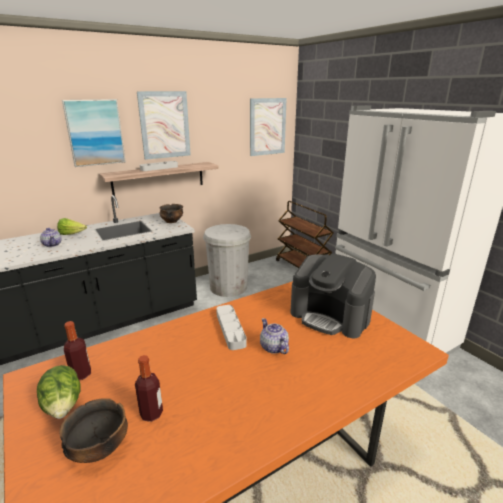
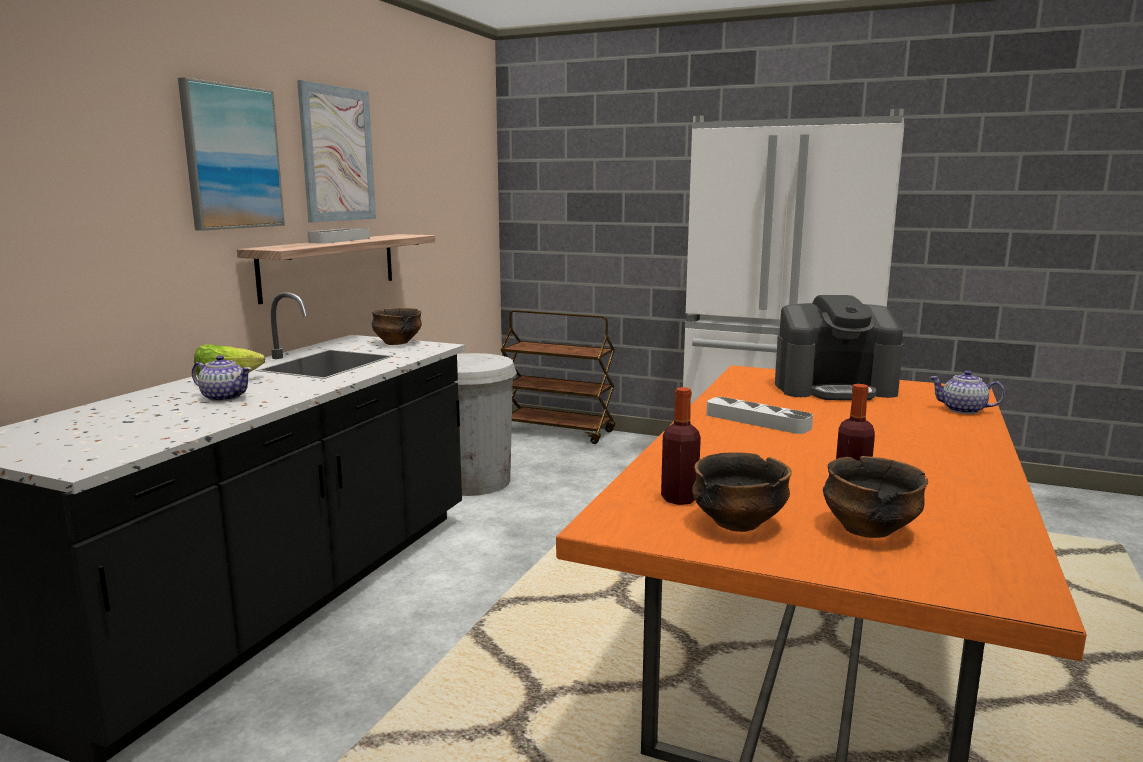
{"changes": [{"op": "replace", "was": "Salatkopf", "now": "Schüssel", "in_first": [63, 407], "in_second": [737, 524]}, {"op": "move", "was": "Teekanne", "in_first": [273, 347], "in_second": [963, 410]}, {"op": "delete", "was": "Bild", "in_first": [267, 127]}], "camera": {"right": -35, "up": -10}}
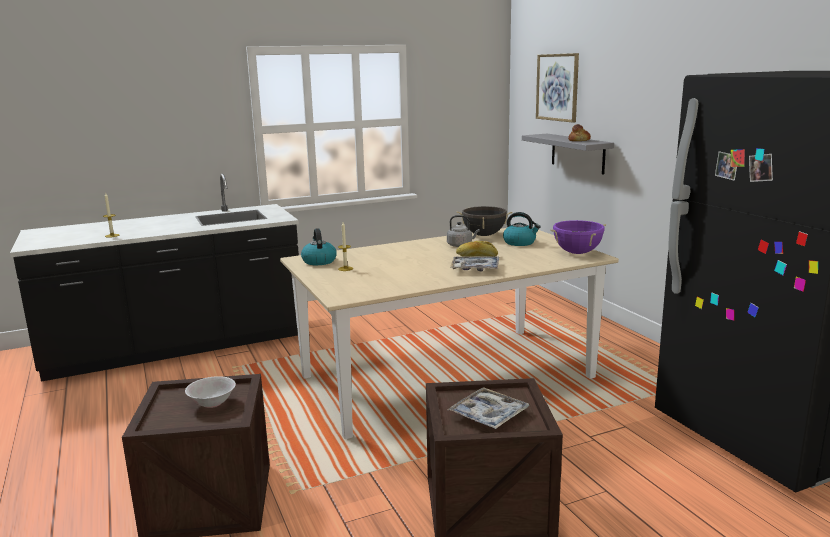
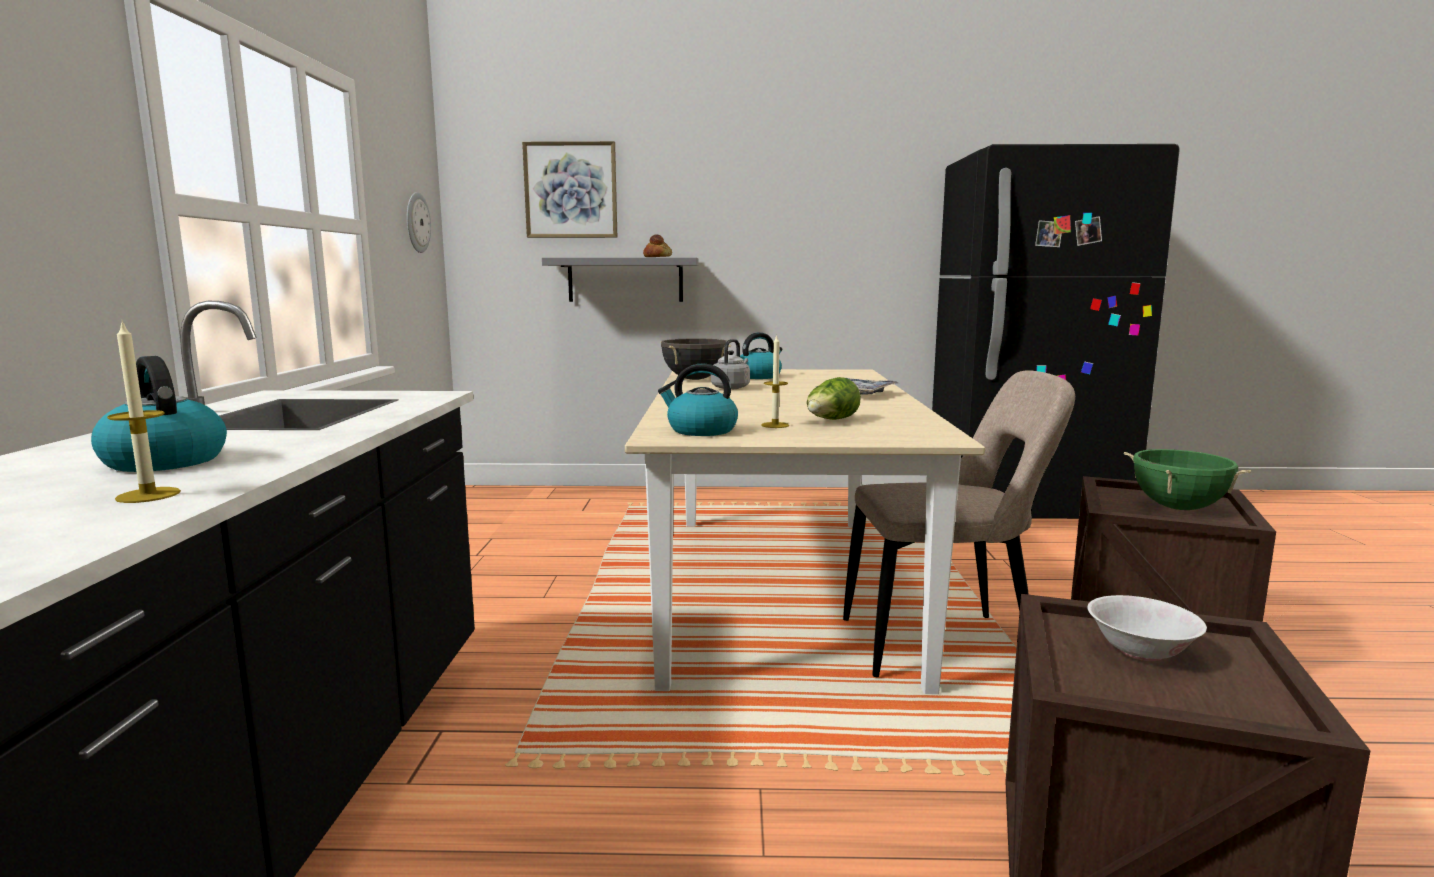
{"changes": [{"op": "insert", "now": "Wasserkessel", "in_second": [163, 461]}, {"op": "insert", "now": "Wanduhr", "in_second": [416, 222]}, {"op": "insert", "now": "Salatkopf", "in_second": [831, 421]}, {"op": "insert", "now": "Stuhl (beige)", "in_second": [945, 645]}, {"op": "replace", "was": "Tablett", "now": "Kochtopf (grün)", "in_first": [488, 415], "in_second": [1178, 508]}, {"op": "delete", "was": "Brot", "in_first": [476, 256]}, {"op": "delete", "was": "Kochtopf (lila)", "in_first": [577, 253]}], "camera": {"right": -65, "up": -5}}
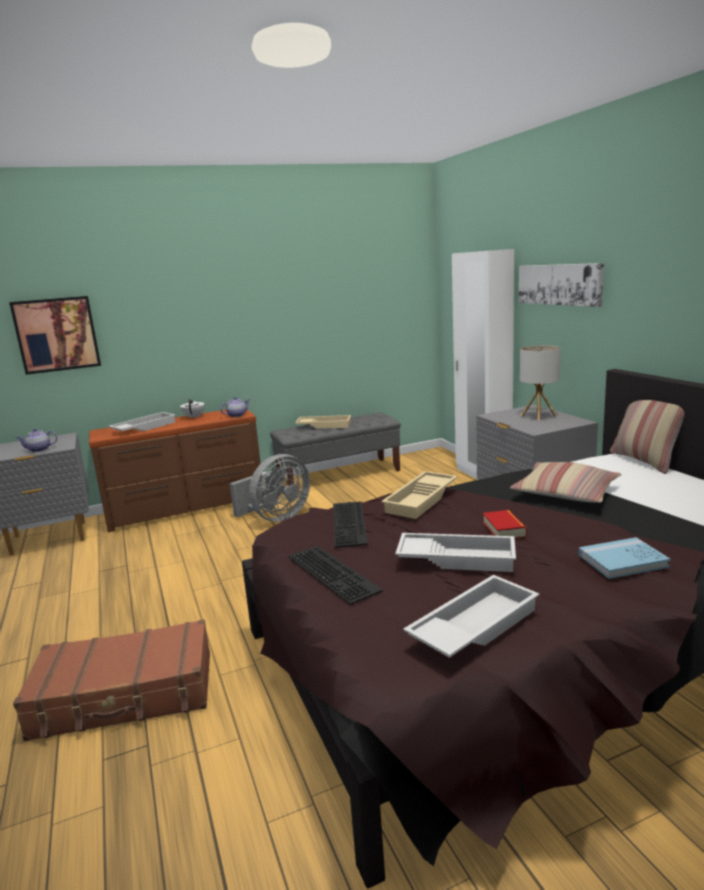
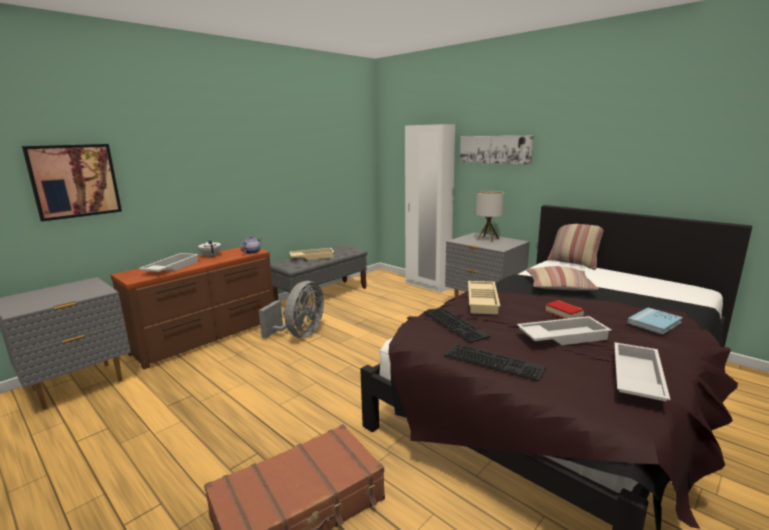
{"changes": [{"op": "delete", "was": "Teekanne", "in_first": [39, 449]}], "camera": {"right": -25, "up": 0}}
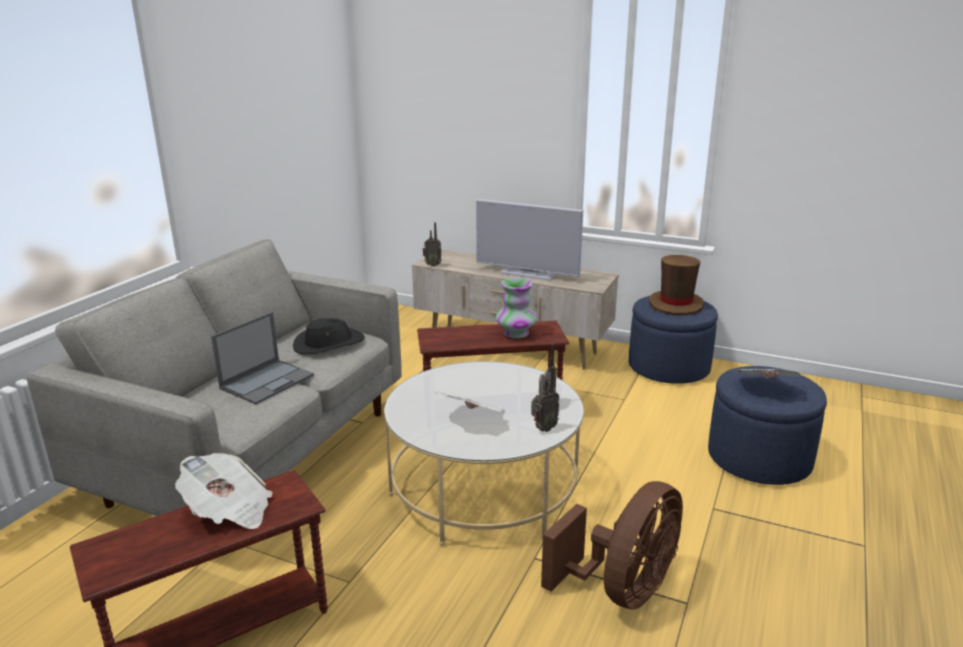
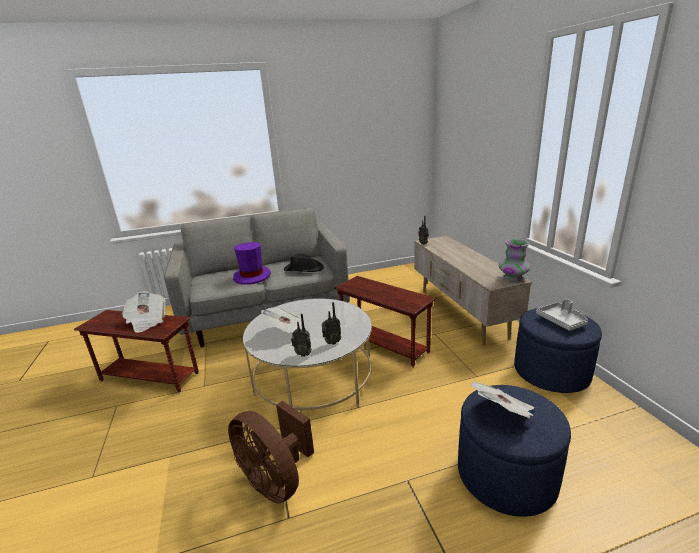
{"changes": [{"op": "rotate", "was": "Ventilator (braun)", "in_first": [622, 589], "in_second": [276, 479], "clockwise": 45}, {"op": "replace", "was": "Laptop", "now": "Hut (lila)", "in_first": [268, 381], "in_second": [252, 276]}, {"op": "move", "was": "Vase", "in_first": [516, 333], "in_second": [513, 278]}, {"op": "replace", "was": "Hut (braun)", "now": "Tablett (grau)", "in_first": [676, 304], "in_second": [562, 321]}, {"op": "delete", "was": "Fernseher", "in_first": [528, 273]}], "camera": {"right": 50, "up": 0}}
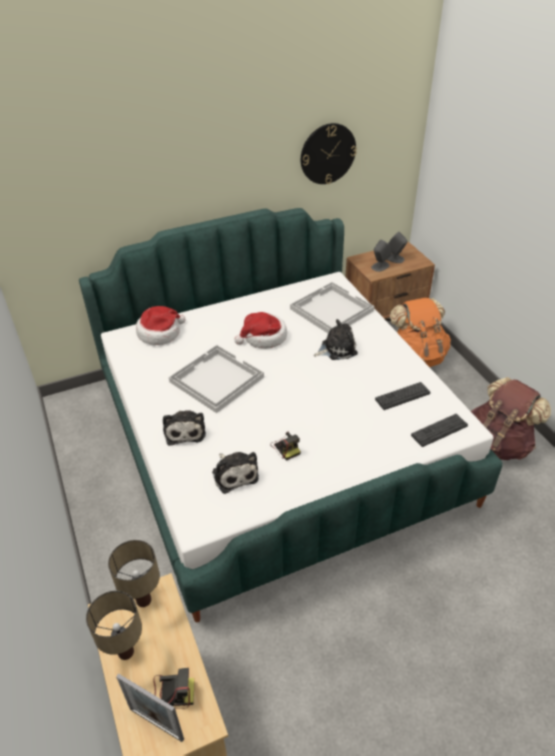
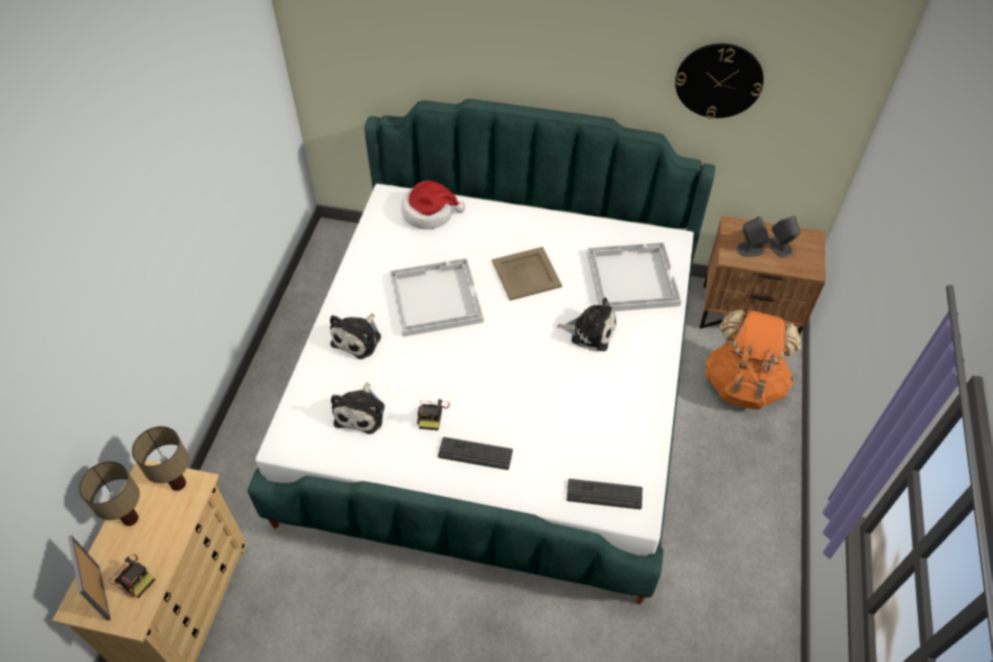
{"changes": [{"op": "move", "was": "Tastatur", "in_first": [402, 396], "in_second": [475, 453]}, {"op": "replace", "was": "Hut", "now": "Tablett (beige)", "in_first": [263, 337], "in_second": [526, 274]}, {"op": "delete", "was": "Rucksack (braun)", "in_first": [498, 443]}], "camera": {"right": 35, "up": 10}}
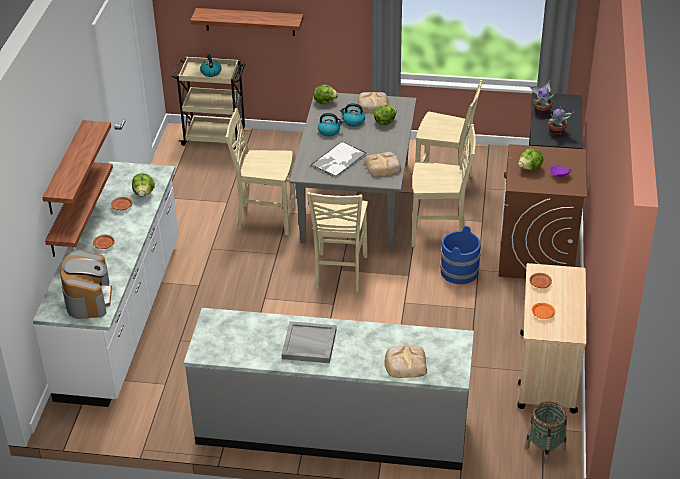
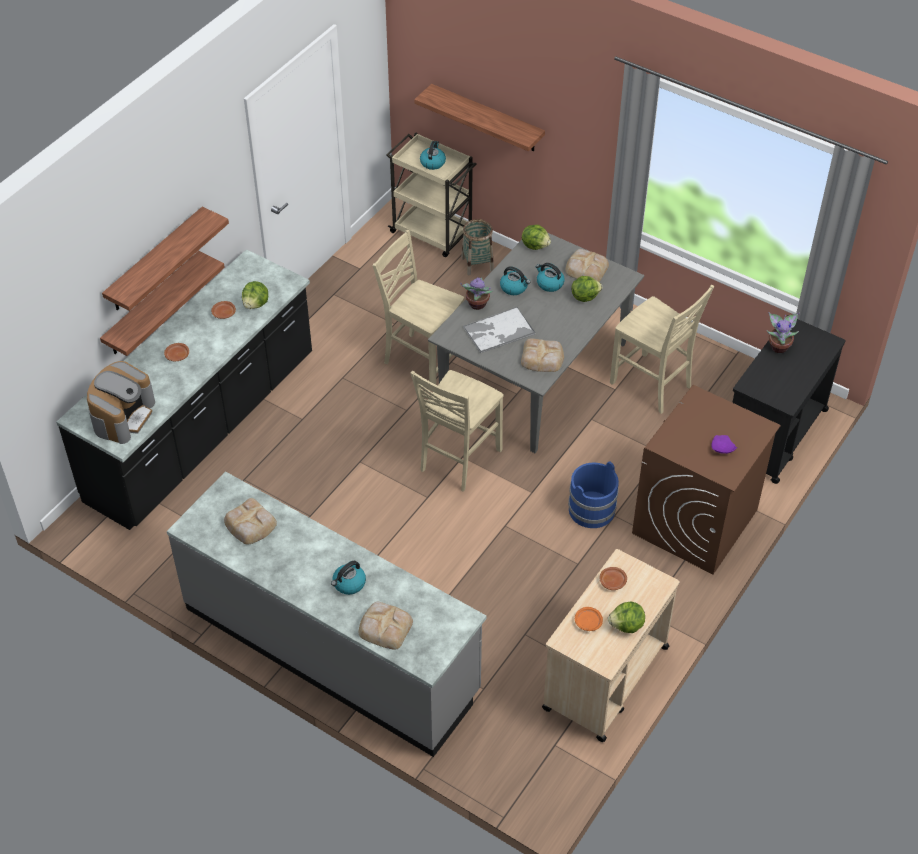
{"changes": [{"op": "recolor", "was": "Küchenzeile (weiß)", "now": "Küchenzeile (schwarz)", "in_first": [122, 318], "in_second": [203, 429]}, {"op": "insert", "now": "Brot", "in_second": [250, 524]}, {"op": "insert", "now": "Wasserkessel", "in_second": [349, 584]}, {"op": "move", "was": "Topfpflanze", "in_first": [556, 133], "in_second": [477, 305]}, {"op": "move", "was": "Korb", "in_first": [545, 448], "in_second": [477, 264]}, {"op": "move", "was": "Salatkopf", "in_first": [530, 168], "in_second": [626, 626]}, {"op": "delete", "was": "Tablett (grau)", "in_first": [308, 344]}, {"op": "delete", "was": "Stuhl (beige)", "in_first": [440, 233]}], "camera": {"right": 25, "up": 10}}
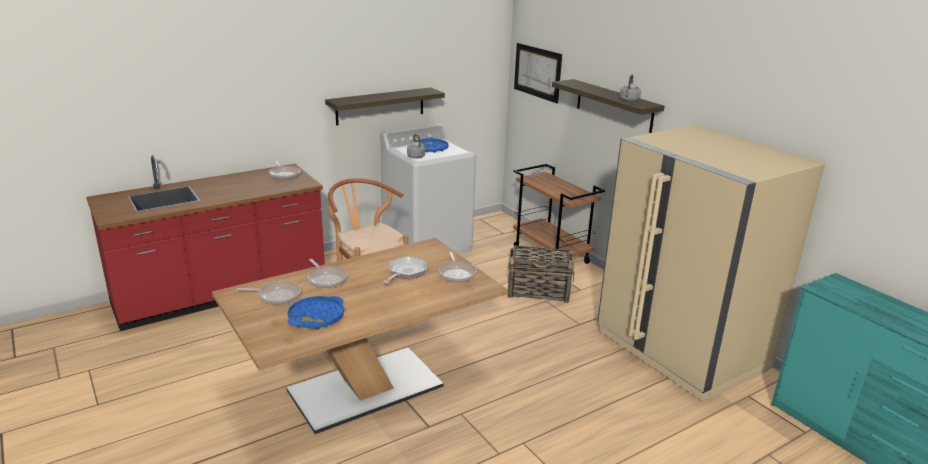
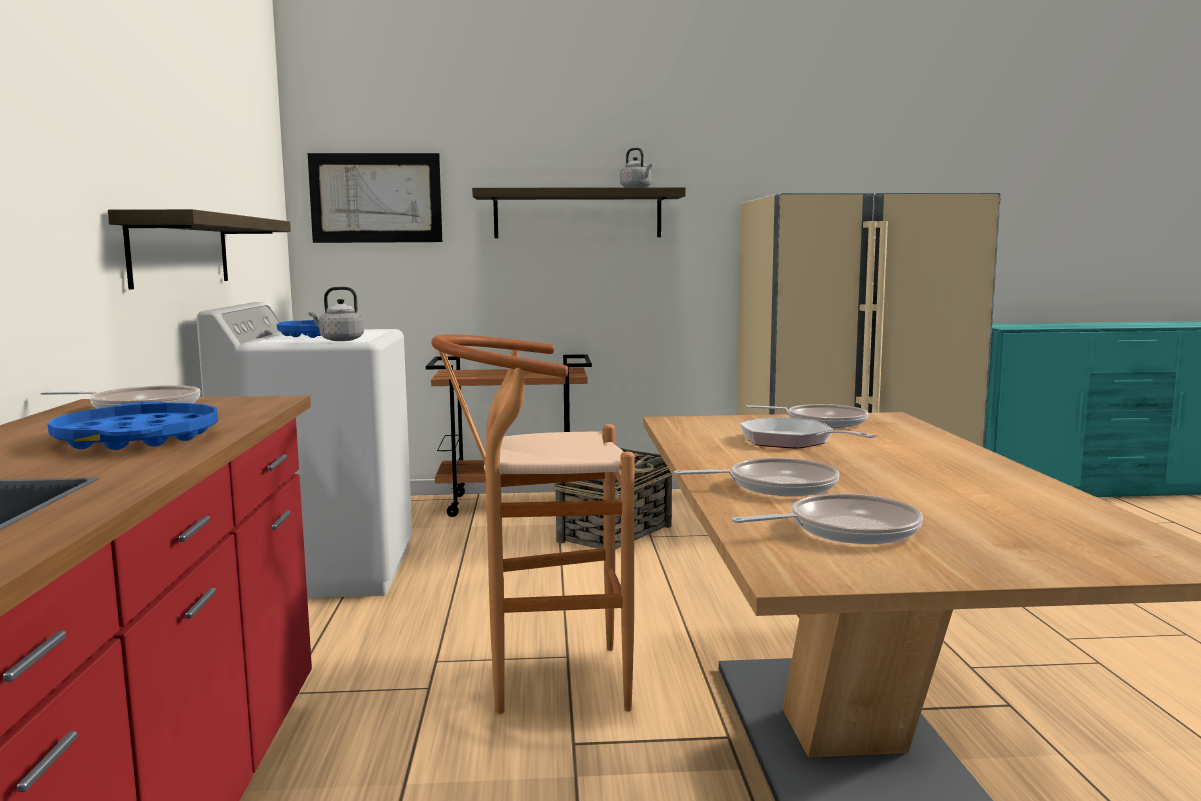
{"changes": [{"op": "move", "was": "Tablett (blau)", "in_first": [316, 317], "in_second": [138, 438]}, {"op": "rotate", "was": "Pfanne", "in_first": [277, 296], "in_second": [845, 530], "clockwise": 45}], "camera": {"right": -60, "up": -15}}
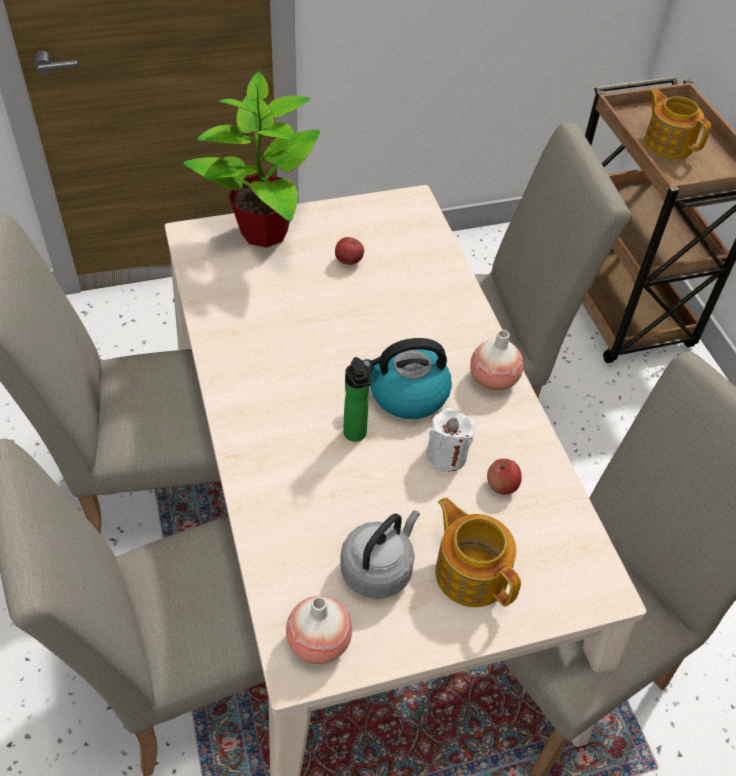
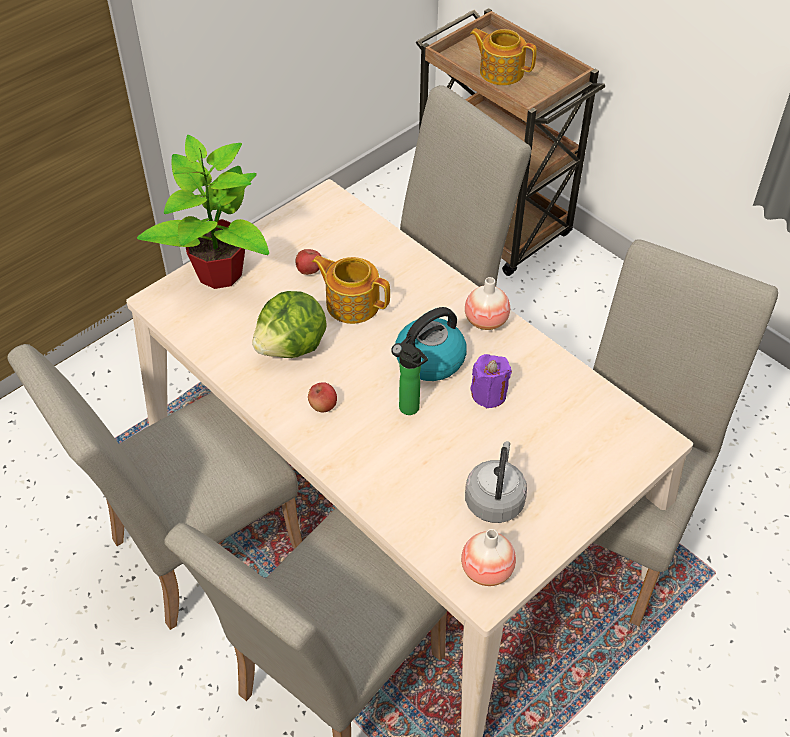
{"changes": [{"op": "insert", "now": "Salatkopf", "in_second": [292, 347]}, {"op": "move", "was": "Apfel", "in_first": [501, 486], "in_second": [323, 406]}, {"op": "move", "was": "Teekanne", "in_first": [471, 572], "in_second": [352, 303]}, {"op": "recolor", "was": "Kerze (weiß)", "now": "Kerze (lila)", "in_first": [446, 455], "in_second": [489, 394]}], "camera": {"right": -25, "up": 0}}
